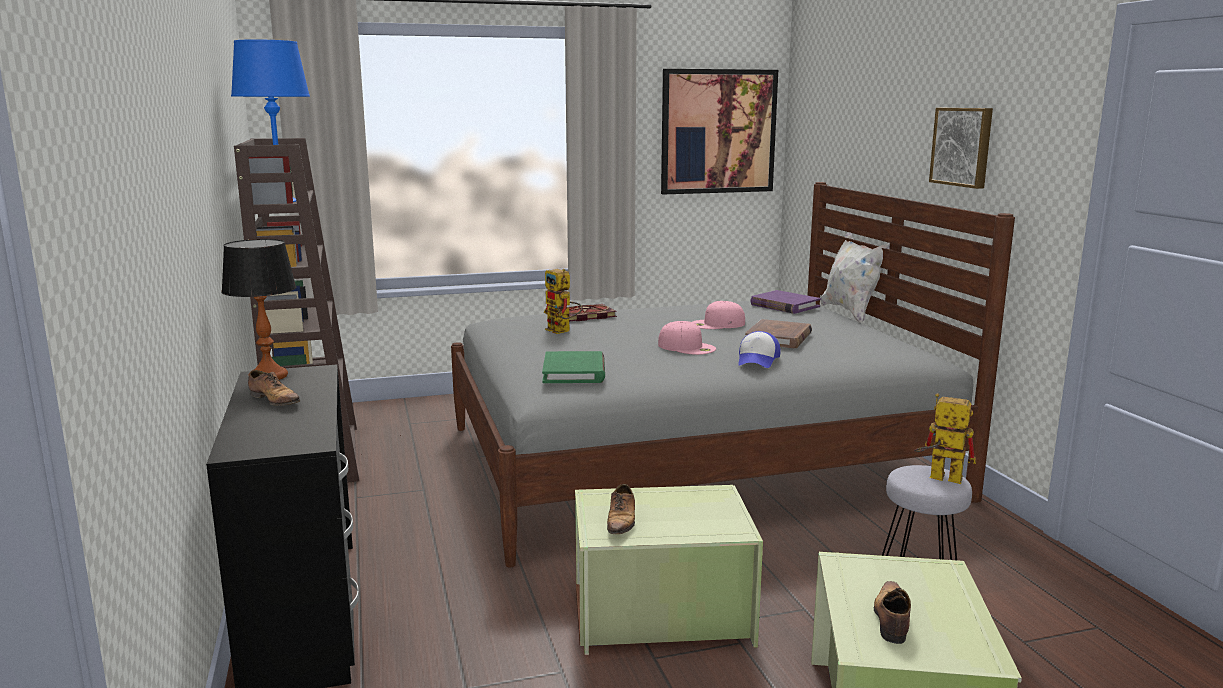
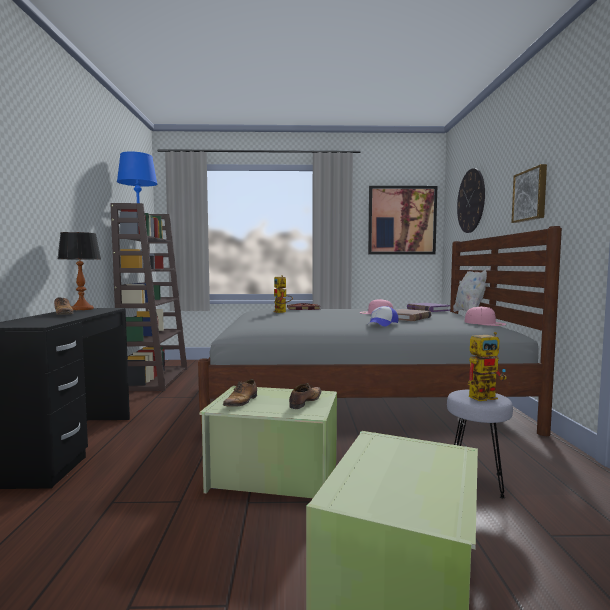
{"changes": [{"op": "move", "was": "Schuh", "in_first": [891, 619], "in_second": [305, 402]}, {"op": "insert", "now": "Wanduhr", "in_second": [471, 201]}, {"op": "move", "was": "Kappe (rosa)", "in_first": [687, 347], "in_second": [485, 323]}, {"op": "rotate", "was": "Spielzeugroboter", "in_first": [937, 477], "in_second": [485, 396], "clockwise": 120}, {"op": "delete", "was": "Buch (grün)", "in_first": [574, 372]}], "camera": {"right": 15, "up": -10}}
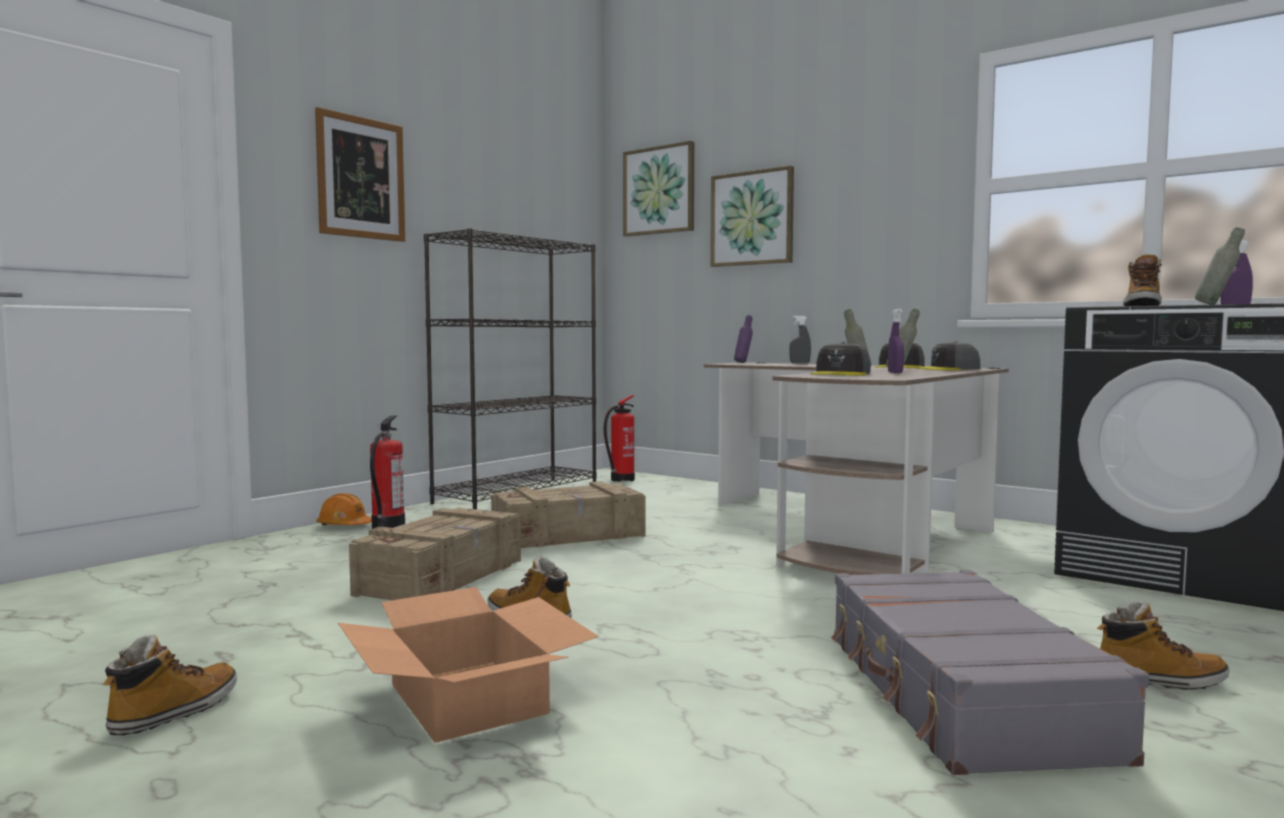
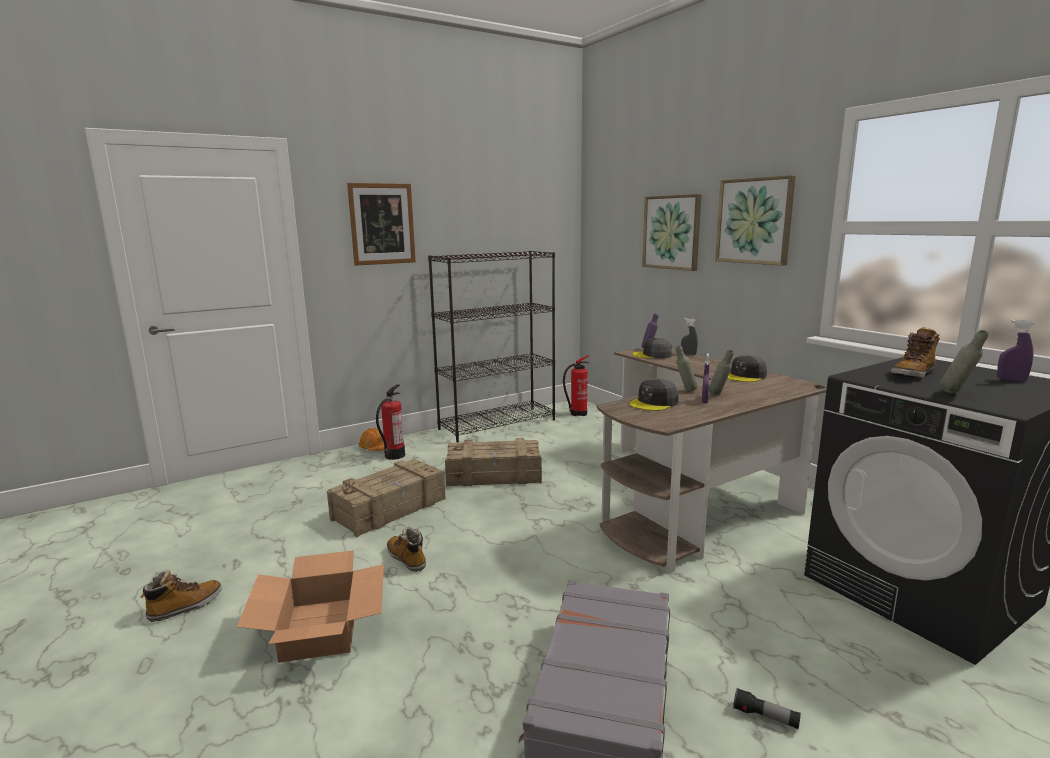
{"changes": [{"op": "move", "was": "Kappe (grau)", "in_first": [948, 369], "in_second": [653, 355]}, {"op": "move", "was": "Bild", "in_first": [659, 190], "in_second": [754, 221]}, {"op": "replace", "was": "Stiefel", "now": "Taschenlampe", "in_first": [1160, 680], "in_second": [765, 717]}], "camera": {"right": 20, "up": 10}}
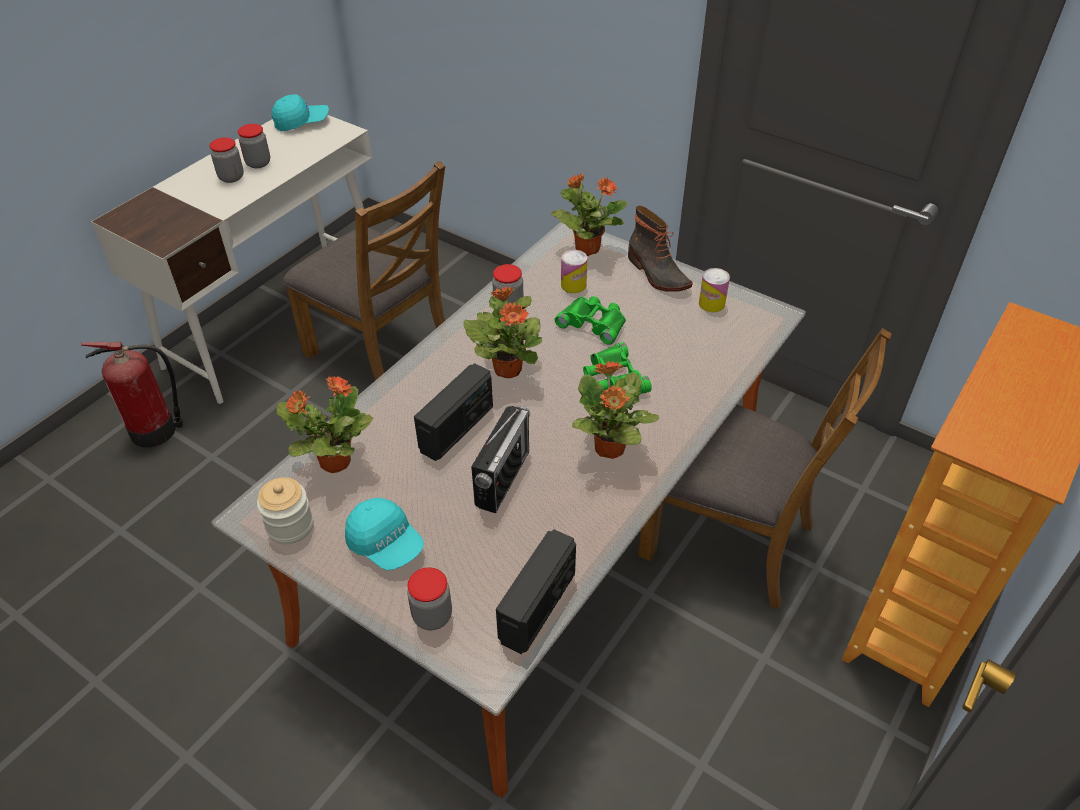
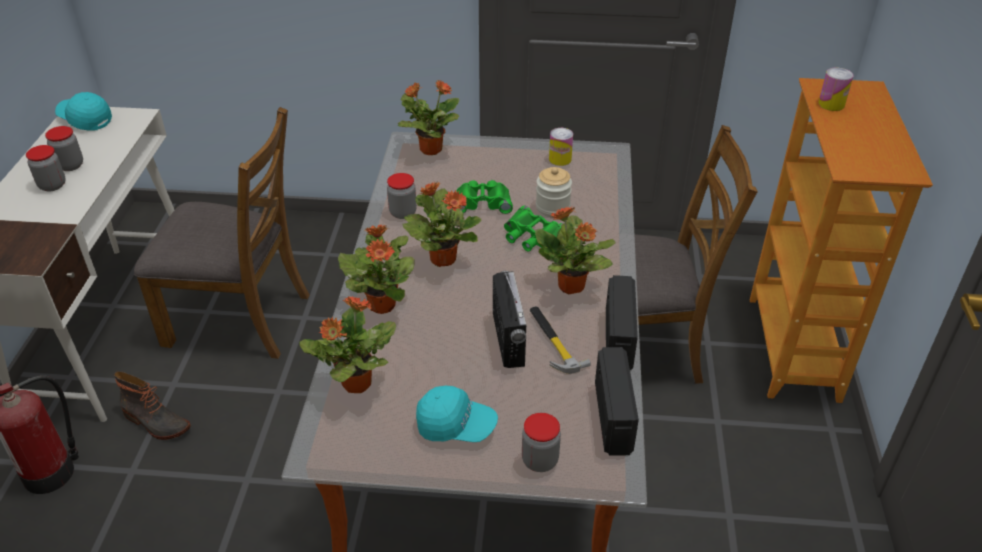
{"changes": [{"op": "rotate", "was": "Kappe (türkis)", "in_first": [301, 122], "in_second": [85, 119], "clockwise": -105}, {"op": "move", "was": "Stiefel", "in_first": [656, 274], "in_second": [156, 423]}, {"op": "insert", "now": "Topfpflanze", "in_second": [382, 304]}, {"op": "insert", "now": "Hammer", "in_second": [552, 341]}, {"op": "move", "was": "Vorratsglas", "in_first": [290, 526], "in_second": [552, 207]}, {"op": "move", "was": "Radio", "in_first": [457, 429], "in_second": [619, 340]}, {"op": "move", "was": "Dose", "in_first": [573, 285], "in_second": [831, 104]}], "camera": {"right": -30, "up": -5}}
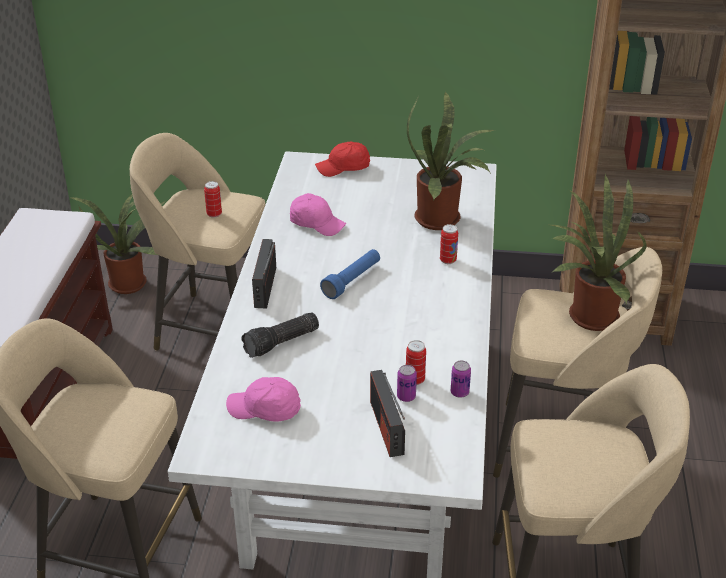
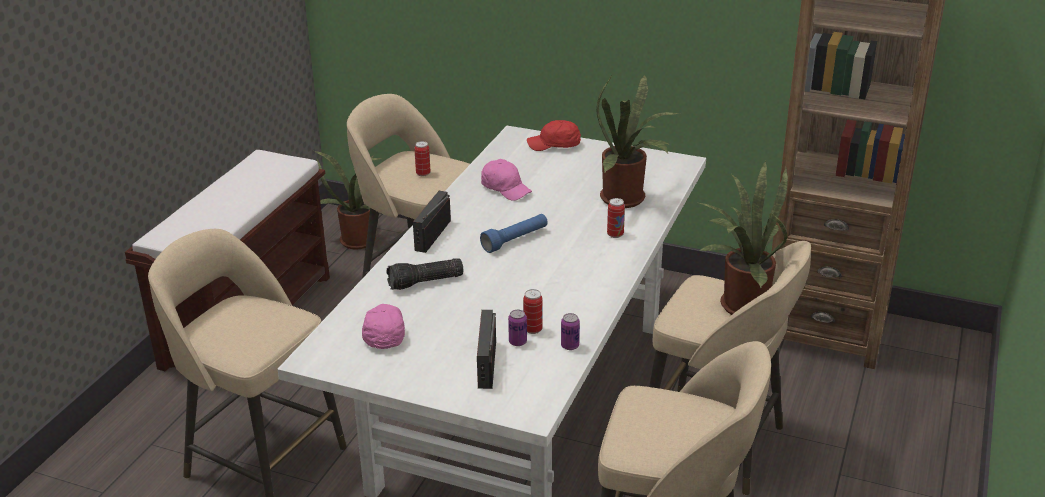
{"changes": [{"op": "rotate", "was": "Kappe (rosa)", "in_first": [265, 410], "in_second": [384, 333], "clockwise": 60}], "camera": {"right": 15, "up": -5}}
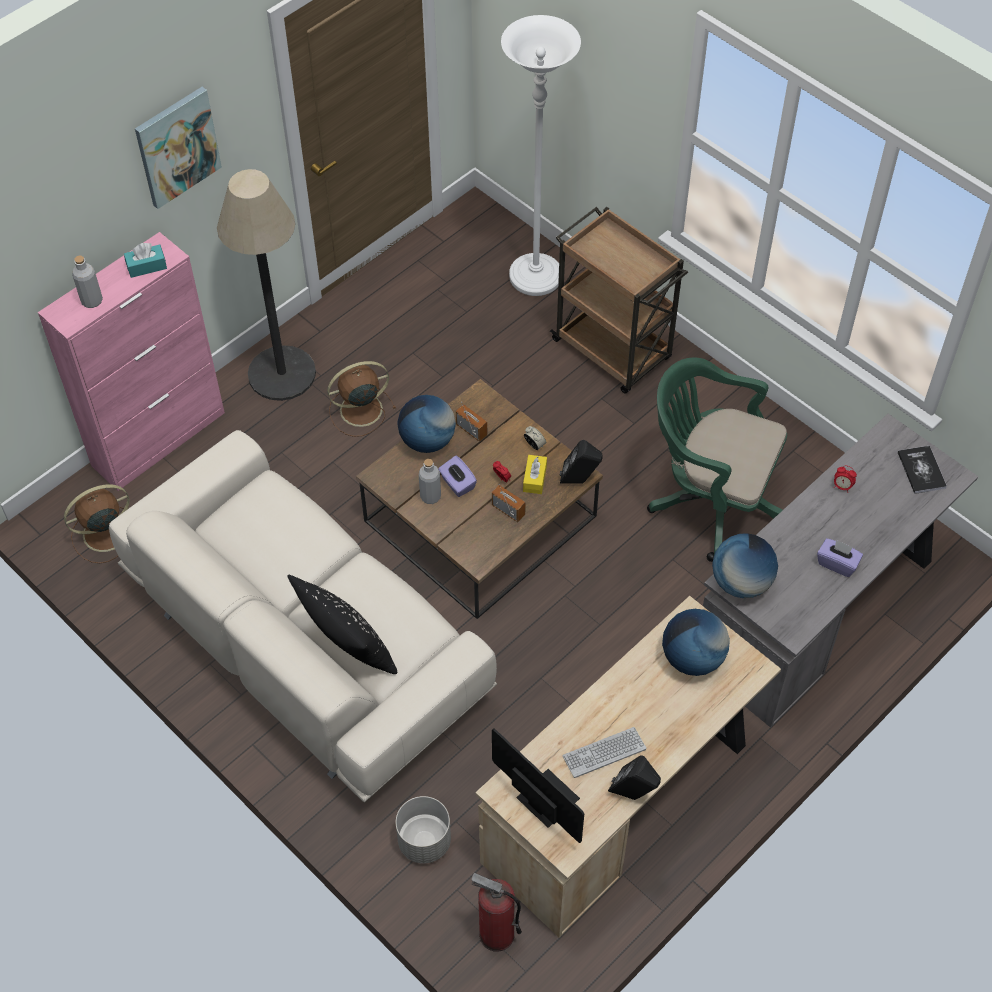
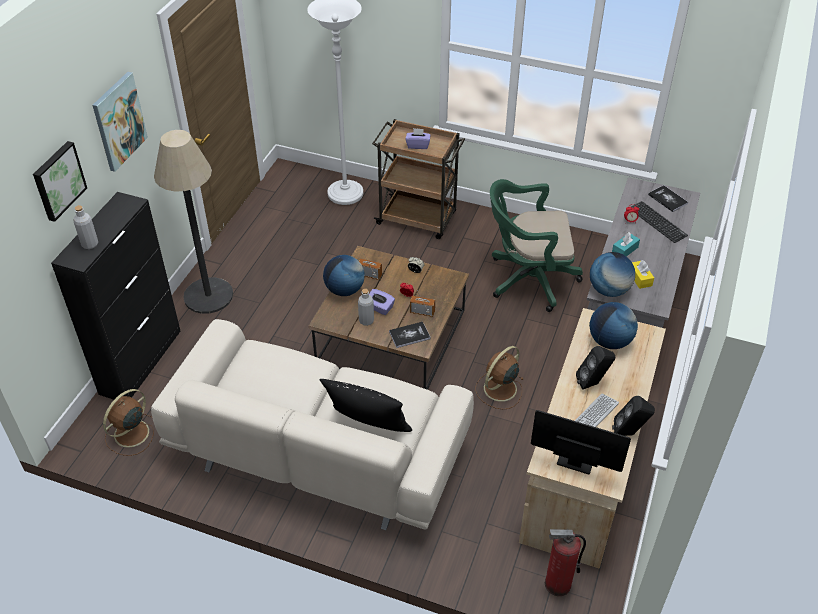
{"changes": [{"op": "insert", "now": "Bild", "in_second": [58, 180]}, {"op": "recolor", "was": "Schrank (rosa)", "now": "Schrank (schwarz)", "in_first": [159, 439], "in_second": [141, 361]}, {"op": "insert", "now": "Buch", "in_second": [409, 335]}, {"op": "move", "was": "Taschentuchbox (lila)", "in_first": [837, 563], "in_second": [418, 145]}, {"op": "move", "was": "Ventilator (braun)", "in_first": [359, 410], "in_second": [499, 389]}, {"op": "move", "was": "Lautsprecher (schwarz)", "in_first": [579, 481], "in_second": [593, 383]}, {"op": "move", "was": "Taschentuchbox (türkis)", "in_first": [146, 266], "in_second": [624, 250]}, {"op": "insert", "now": "Tastatur", "in_second": [657, 222]}, {"op": "move", "was": "Taschentuchbox (gelb)", "in_first": [534, 478], "in_second": [640, 278]}, {"op": "delete", "was": "Pflanzkübel (grau)", "in_first": [424, 841]}], "camera": {"right": -25, "up": -10}}
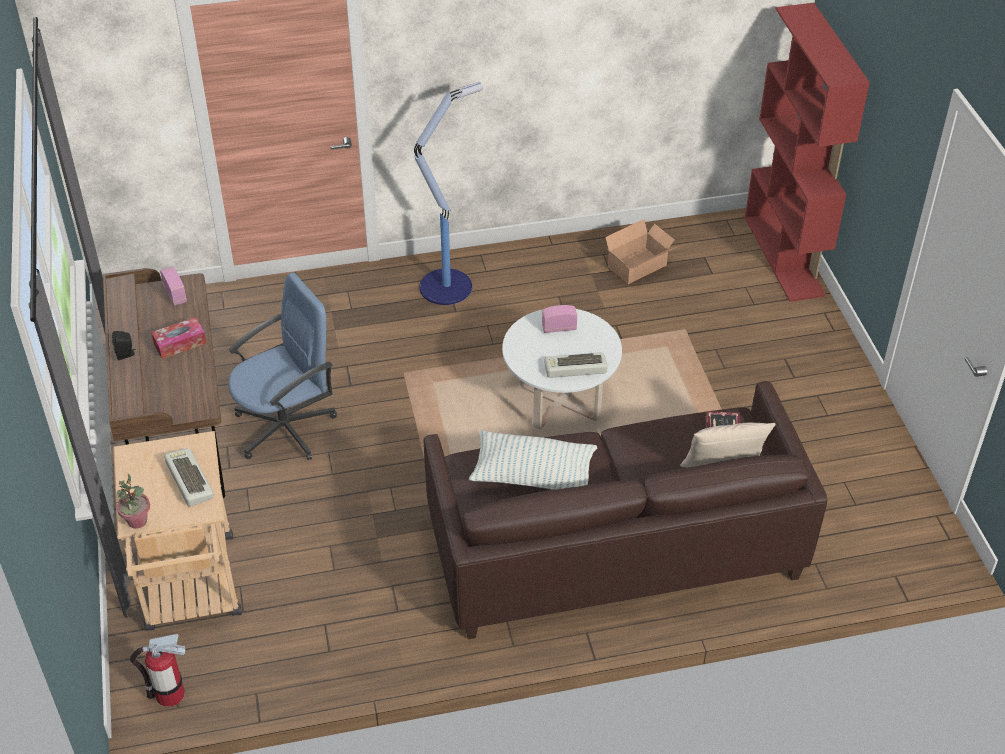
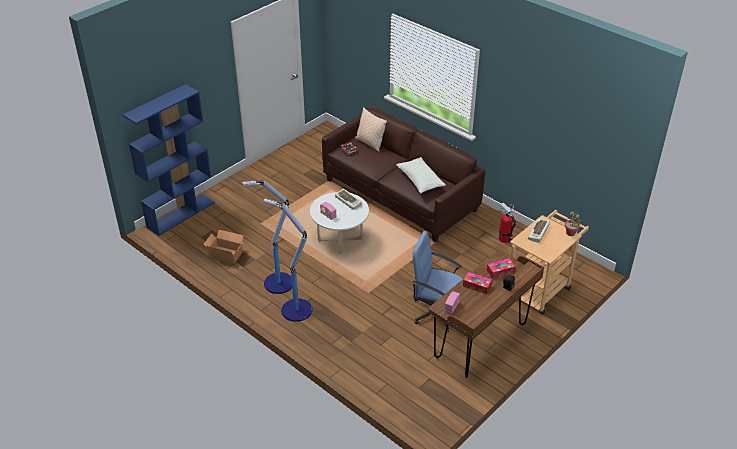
{"changes": [{"op": "recolor", "was": "Bücherregal (rot)", "now": "Bücherregal (blau)", "in_first": [784, 256], "in_second": [181, 214]}, {"op": "insert", "now": "Stehlampe", "in_second": [277, 283]}, {"op": "insert", "now": "Taschentuchbox", "in_second": [500, 271]}, {"op": "move", "was": "Feuerlöscher", "in_first": [169, 694], "in_second": [504, 238]}], "camera": {"right": -125, "up": -5}}
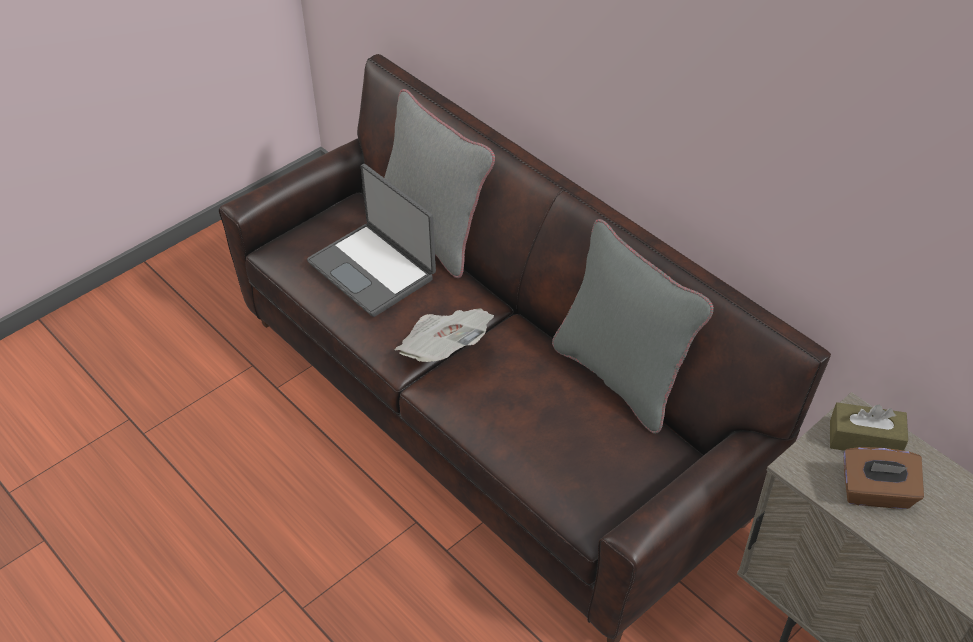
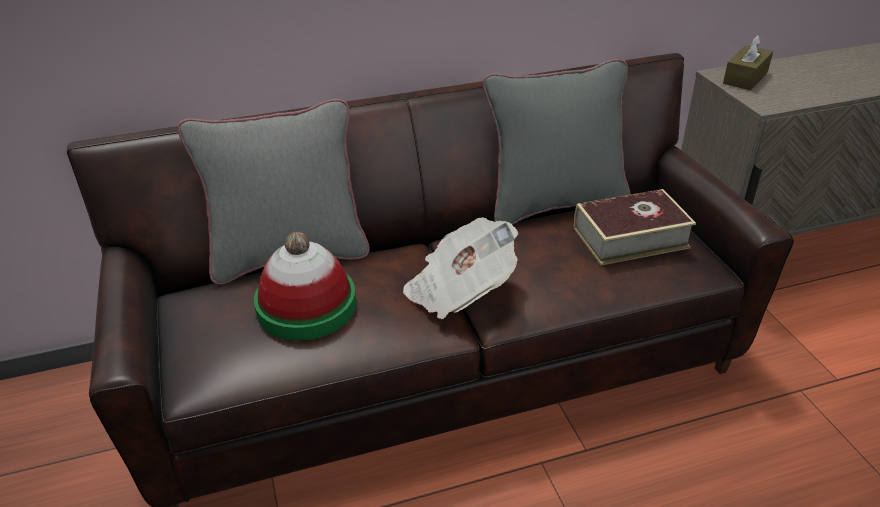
{"changes": [{"op": "replace", "was": "Laptop", "now": "Hut", "in_first": [373, 269], "in_second": [306, 306]}, {"op": "insert", "now": "Buch", "in_second": [630, 237]}, {"op": "delete", "was": "Taschentuchbox (braun)", "in_first": [876, 493]}], "camera": {"right": -65, "up": -10}}
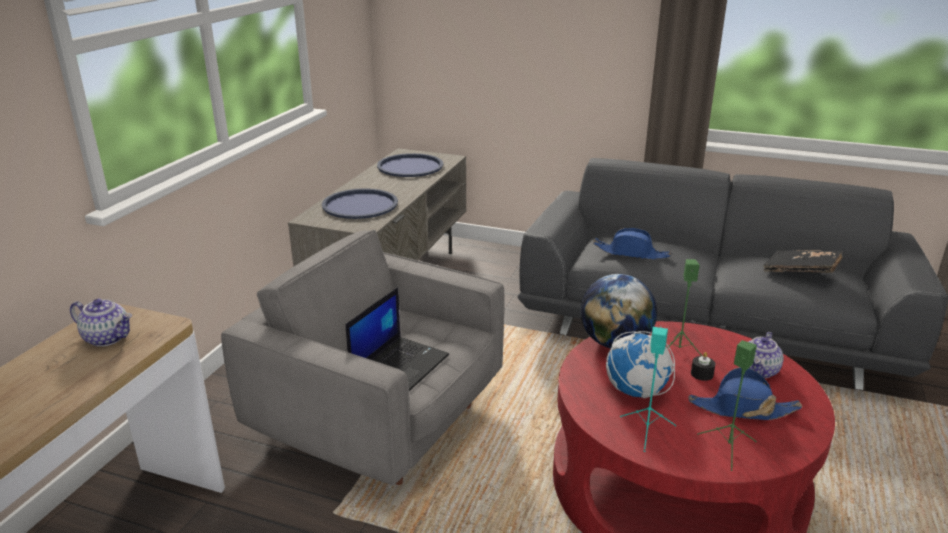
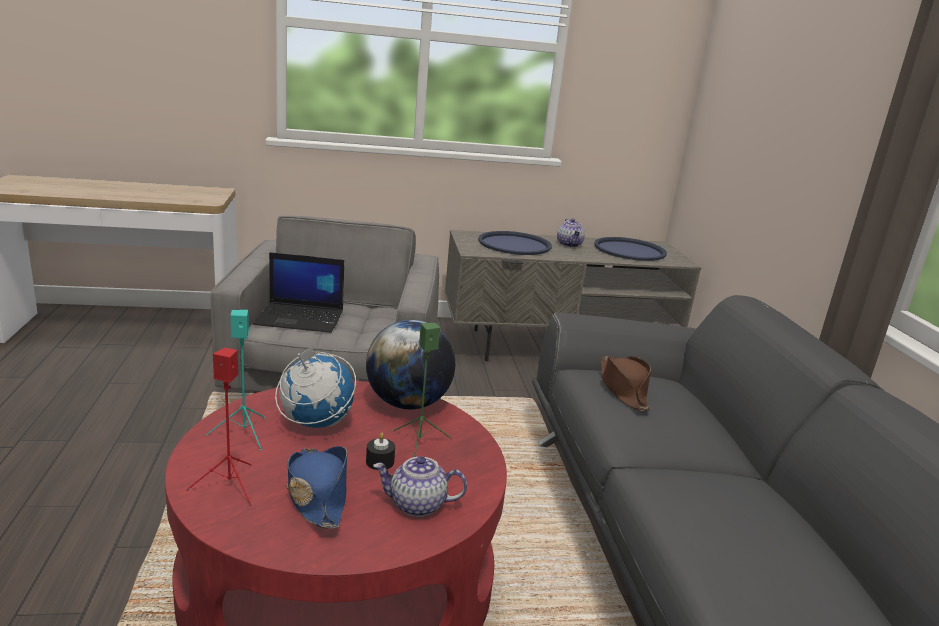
{"changes": [{"op": "recolor", "was": "Lautsprecher (grün)", "now": "Lautsprecher (rot)", "in_first": [728, 448], "in_second": [230, 486]}, {"op": "move", "was": "Teekanne", "in_first": [108, 338], "in_second": [569, 244]}, {"op": "recolor", "was": "Hut (blau)", "now": "Hut (braun)", "in_first": [631, 253], "in_second": [623, 389]}, {"op": "delete", "was": "Buch (schwarz)", "in_first": [801, 272]}], "camera": {"right": 60, "up": -5}}
